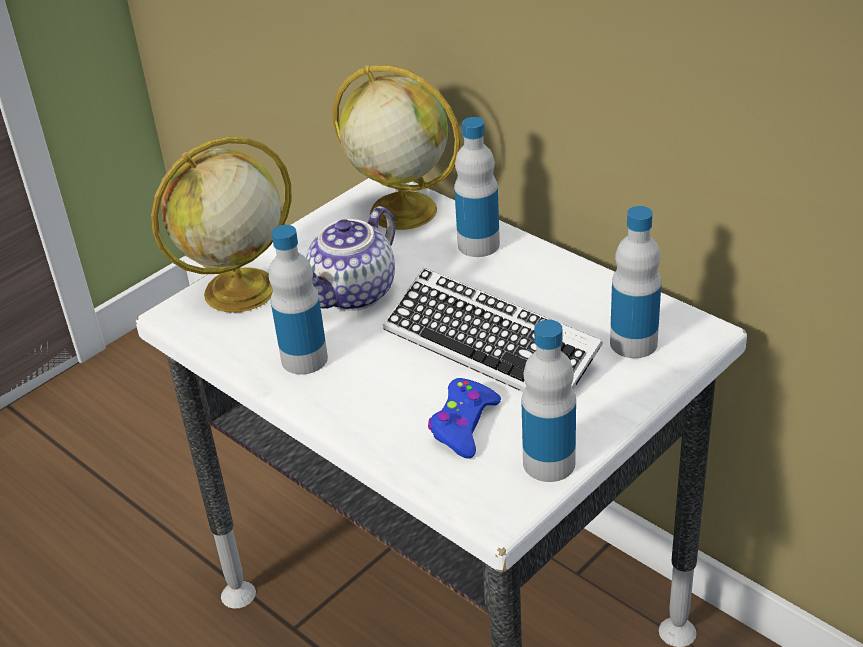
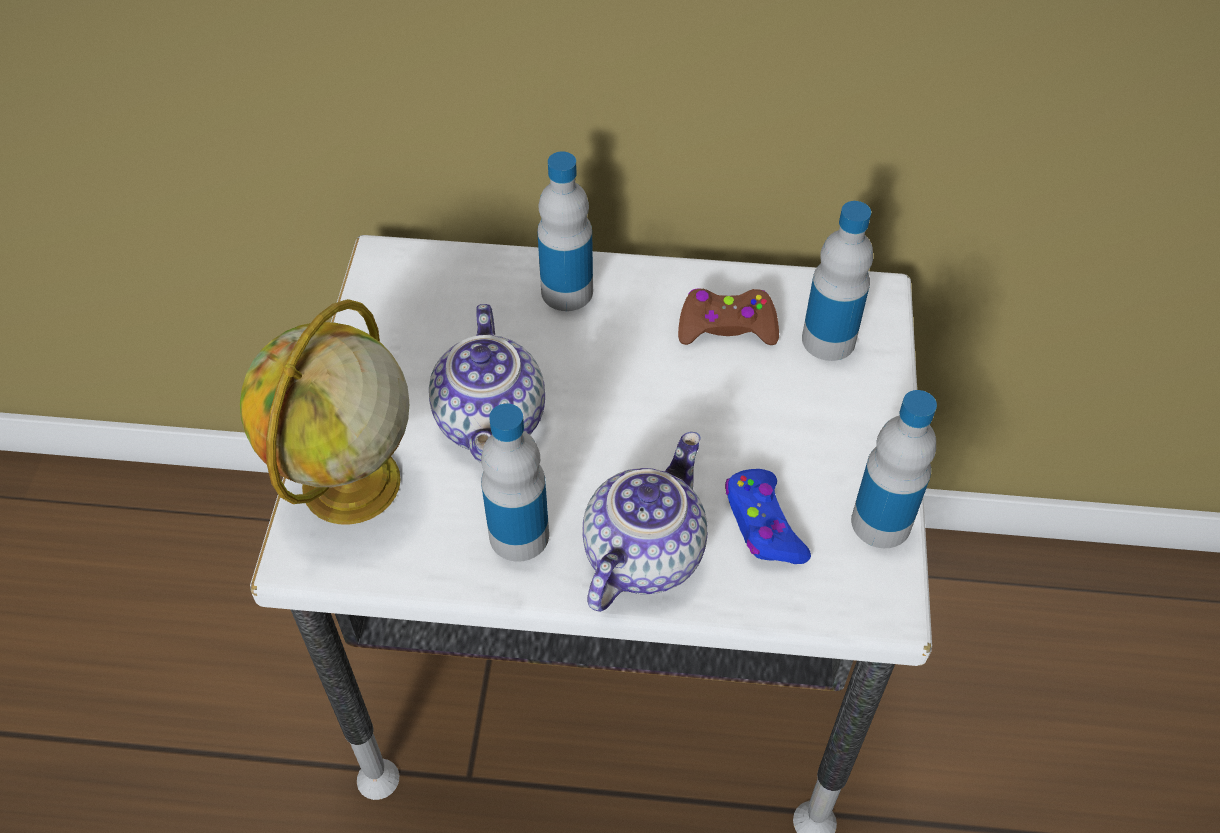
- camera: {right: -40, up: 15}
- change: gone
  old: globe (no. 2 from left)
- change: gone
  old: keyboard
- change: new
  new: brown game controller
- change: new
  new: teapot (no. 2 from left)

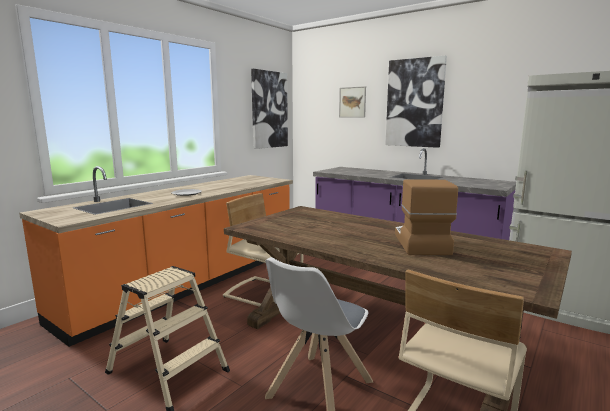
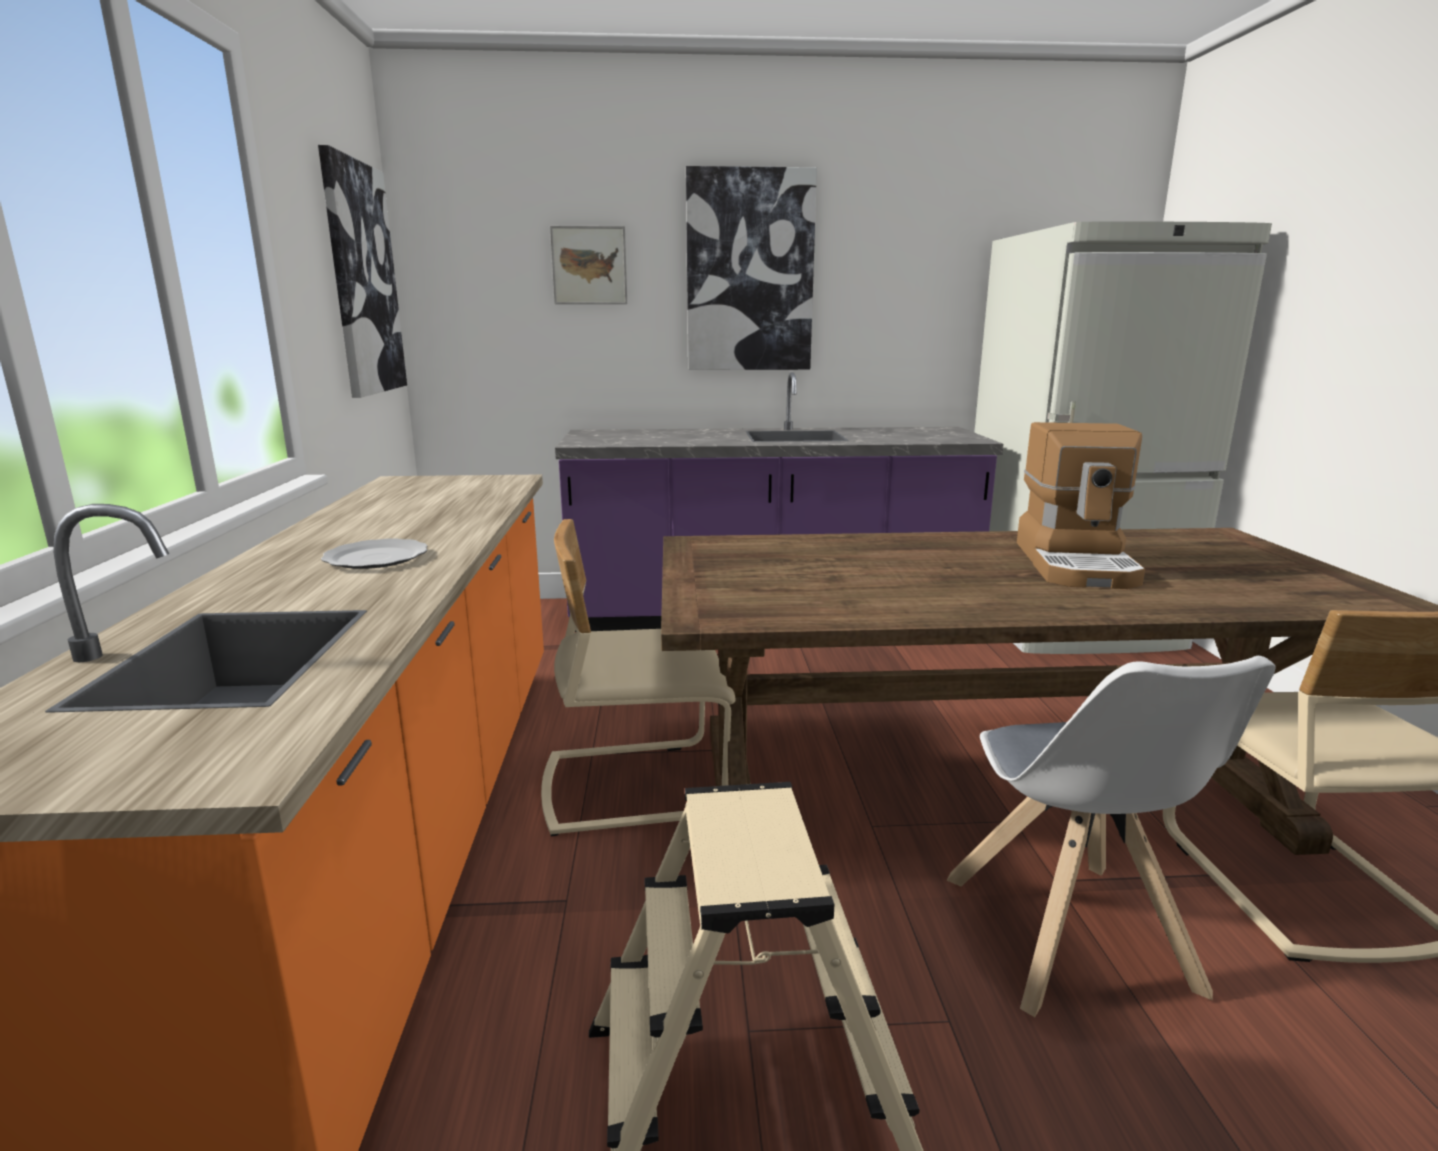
- camera: {right: -40, up: 5}
- change: rotated
  old: coffee machine
  degrees: -135

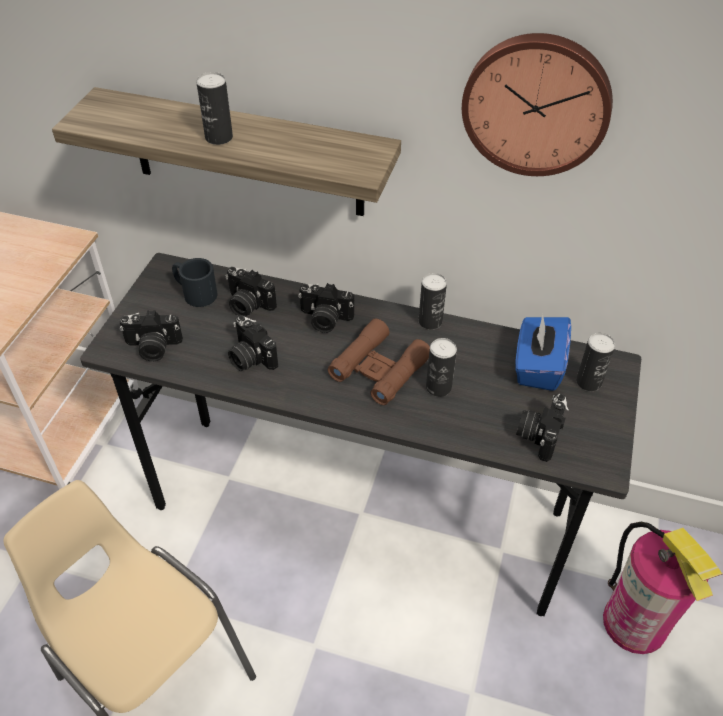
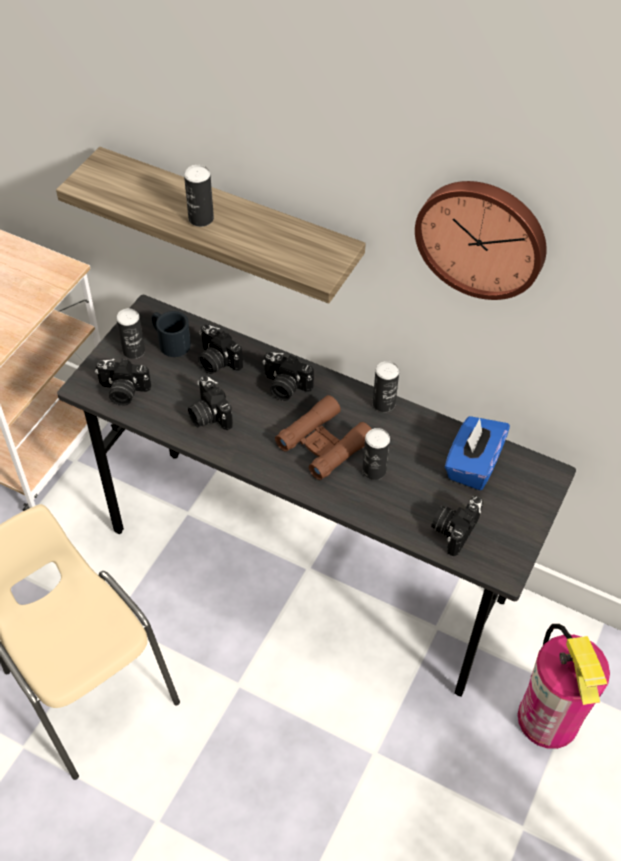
- camera: {right: 10, up: 5}
- change: shifted
  old: can (no. 4 from left in the first image)
  new: can (no. 1 from left)

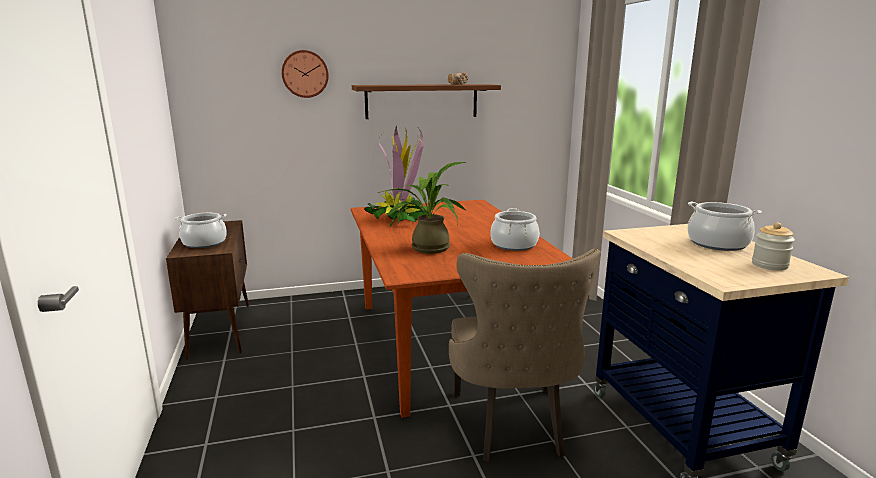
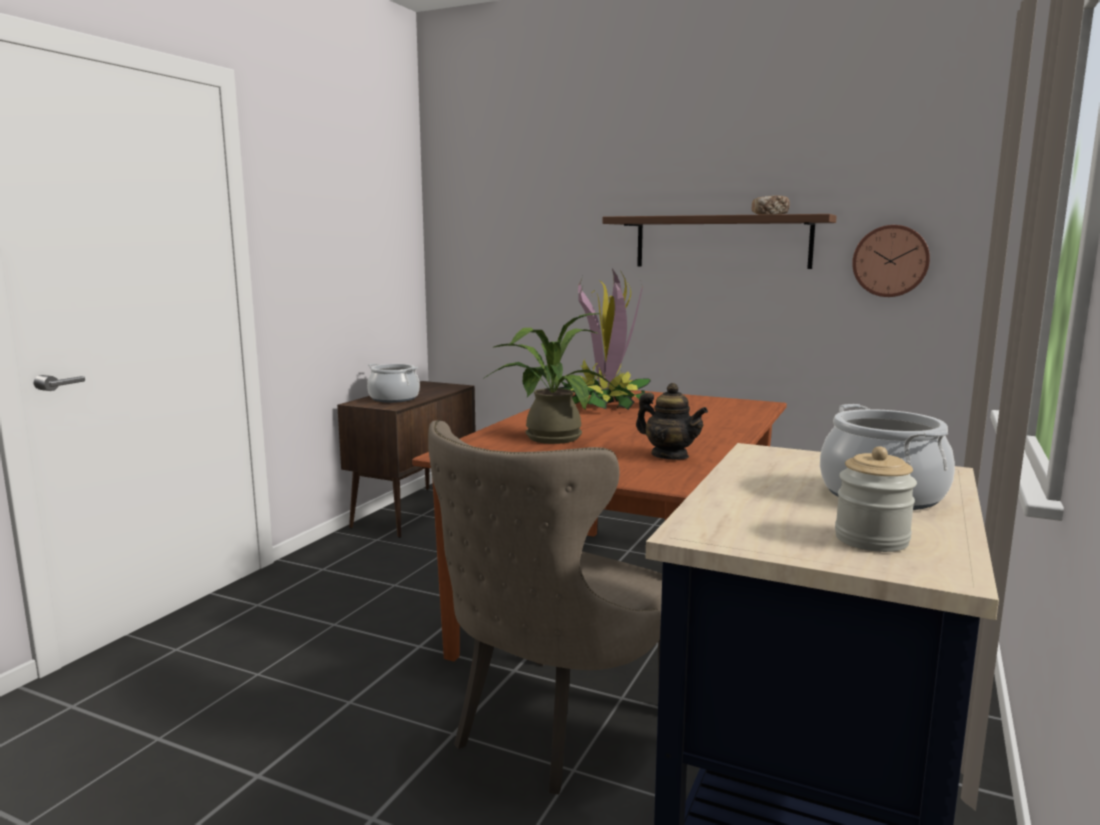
- camera: {right: 40, up: -5}
- change: shifted
  old: wall clock
- change: swapped
  old: cooking pot (no. 2 from left)
  new: teapot

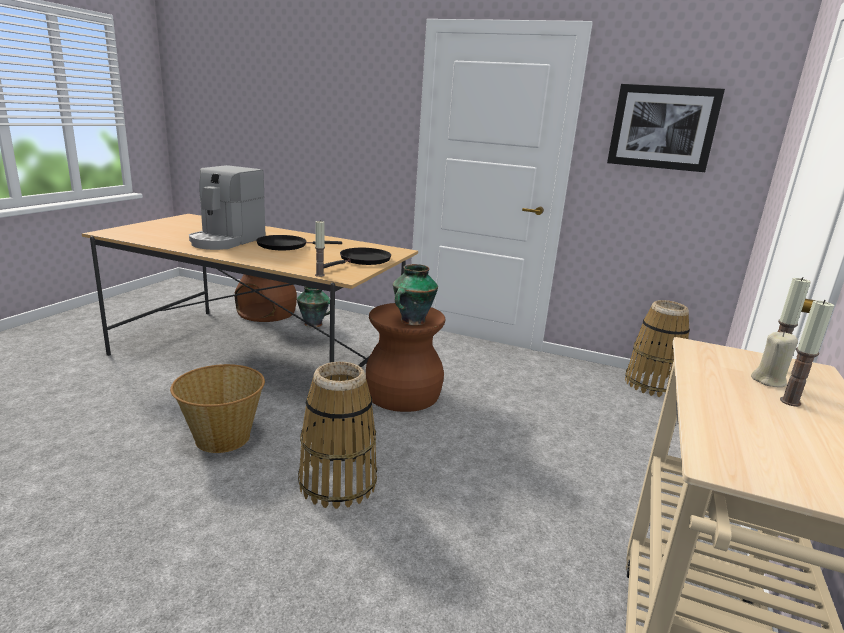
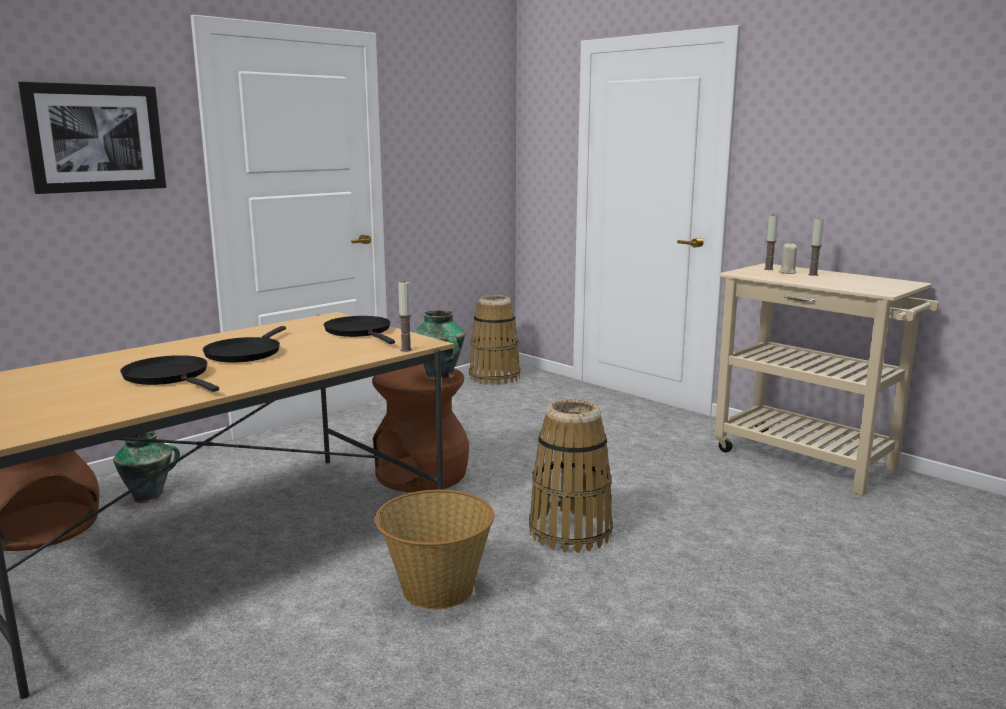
- camera: {right: -65, up: -5}
- change: shifted
  old: picture
- change: swapped
  old: coffee machine
  new: black frying pan (no. 1 from left)

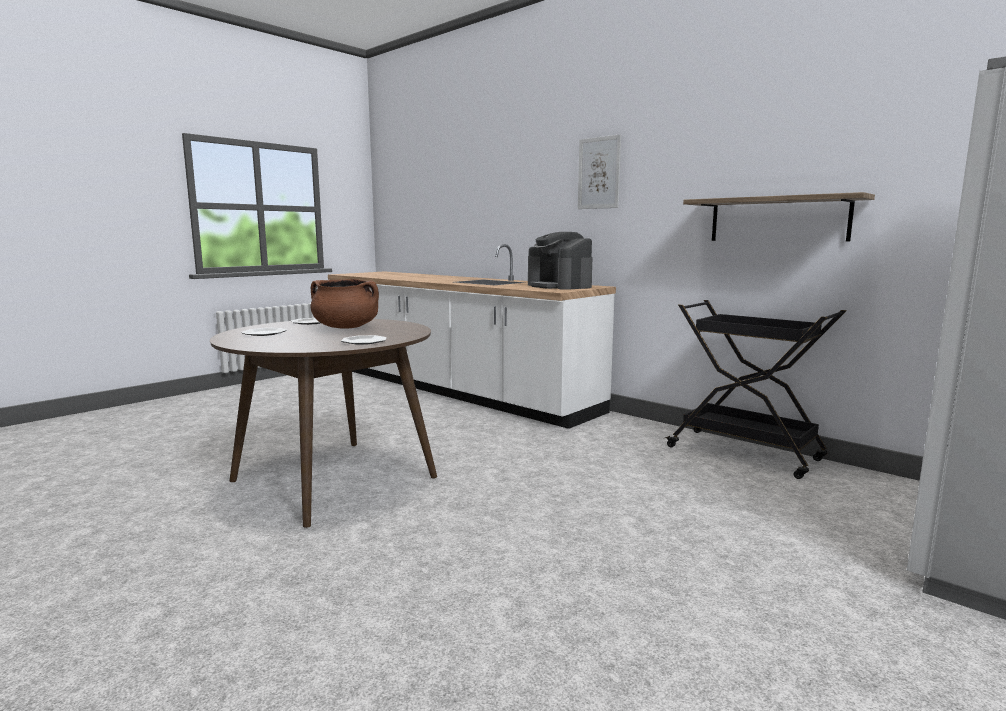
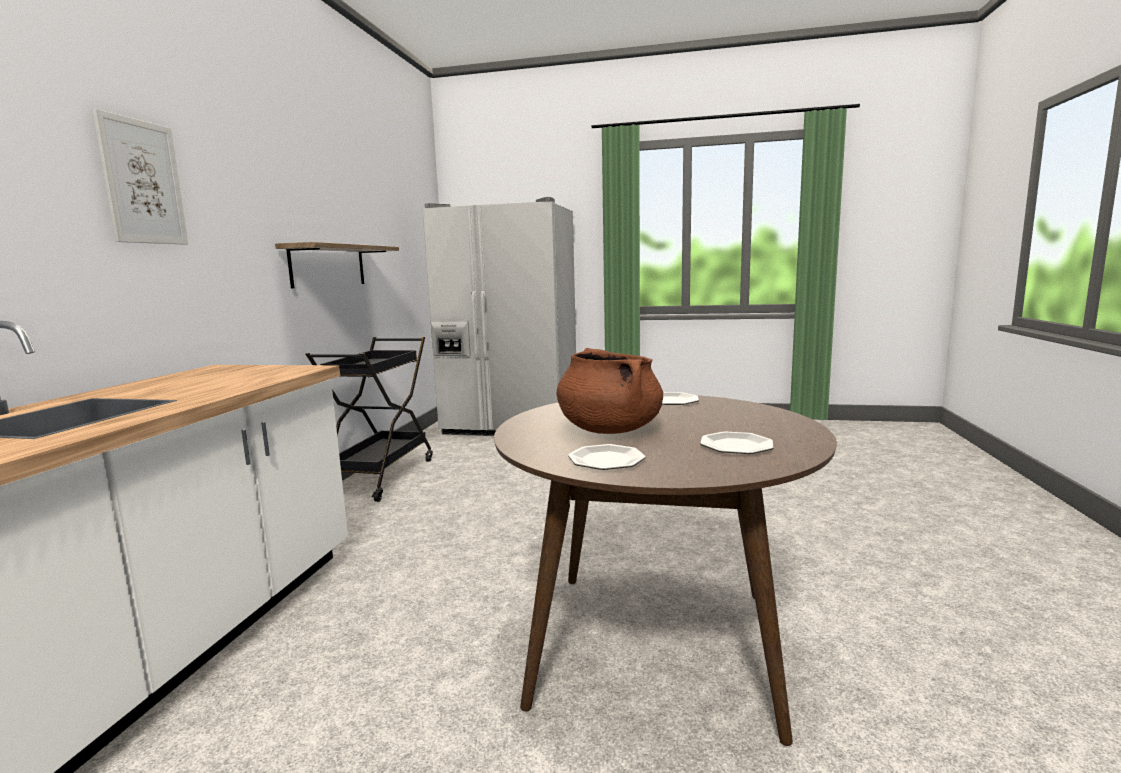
- camera: {right: -120, up: 0}
- change: gone
  old: coffee machine

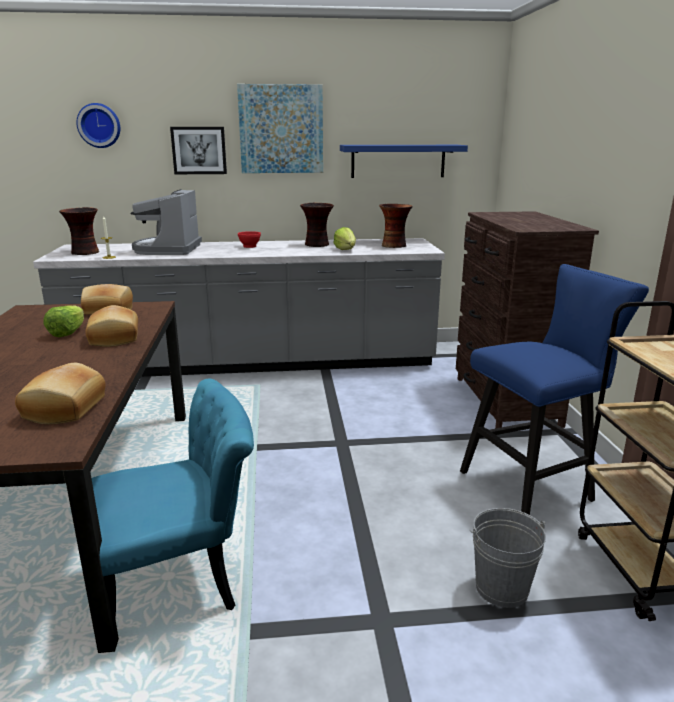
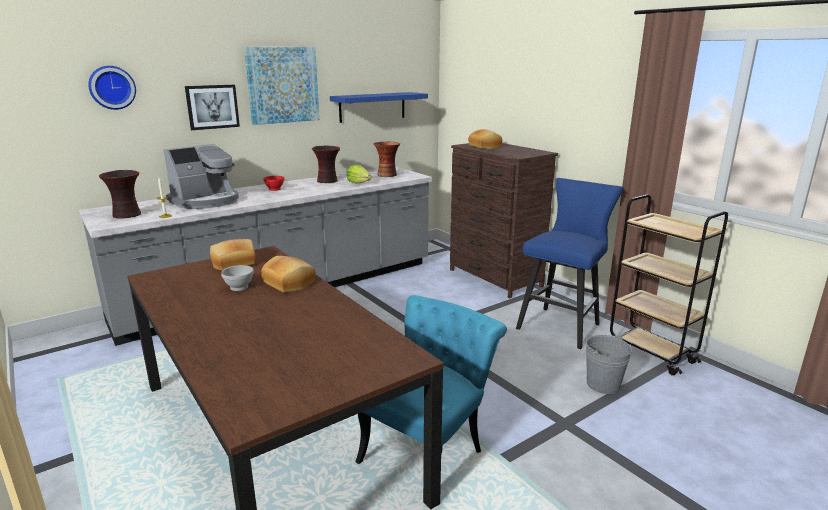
- camera: {right: -30, up: 0}
- change: rotated
  old: coffee machine
  degrees: -105
- change: swapped
  old: lettuce (no. 1 from left)
  new: white bowl
- change: shifted
  old: bread (no. 1 from left in the first image)
  new: bread (no. 3 from left)

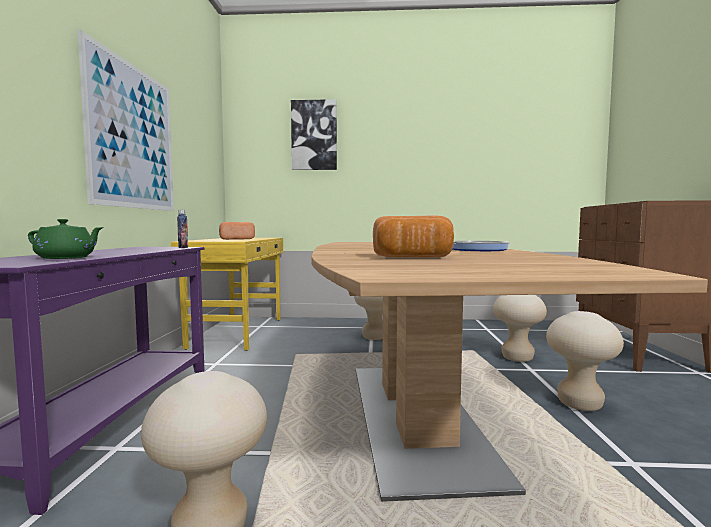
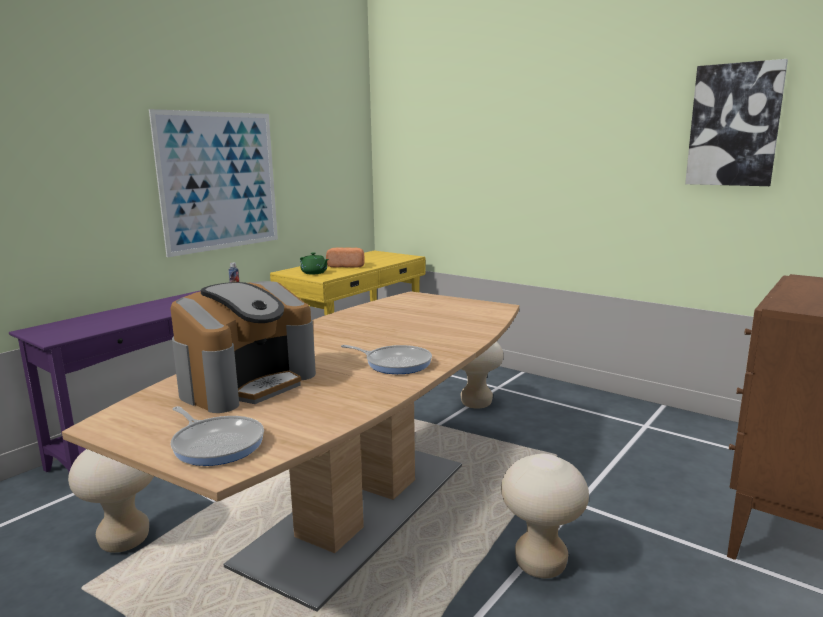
- camera: {right: 35, up: 10}
- change: shifted
  old: picture (no. 2 from left)
- change: swapped
  old: bread (no. 2 from left)
  new: coffee machine
- change: shifted
  old: green teapot
- change: gone
  old: beige stool (no. 3 from left)
- change: new
  new: frying pan (no. 1 from left)

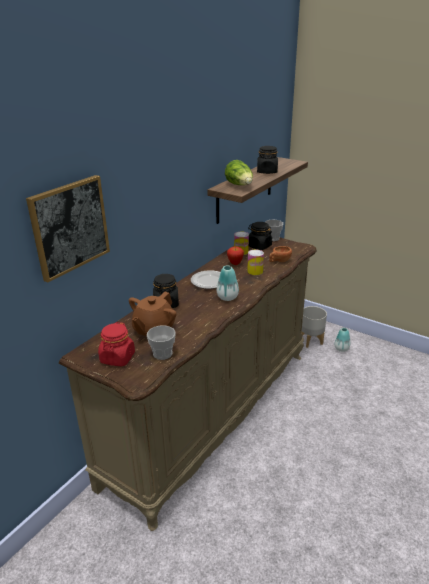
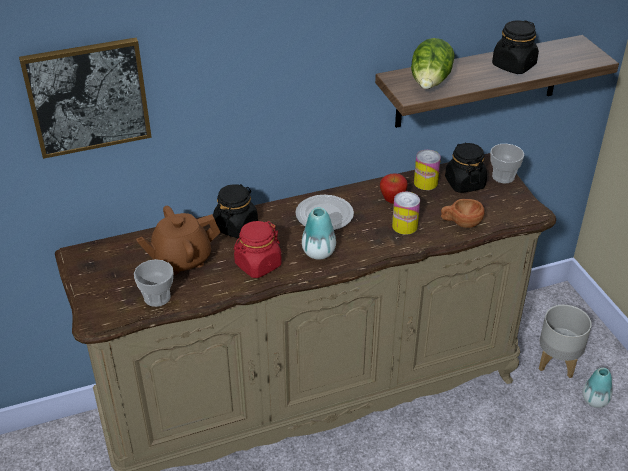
- camera: {right: 35, up: 10}
- change: shifted
  old: red jar

